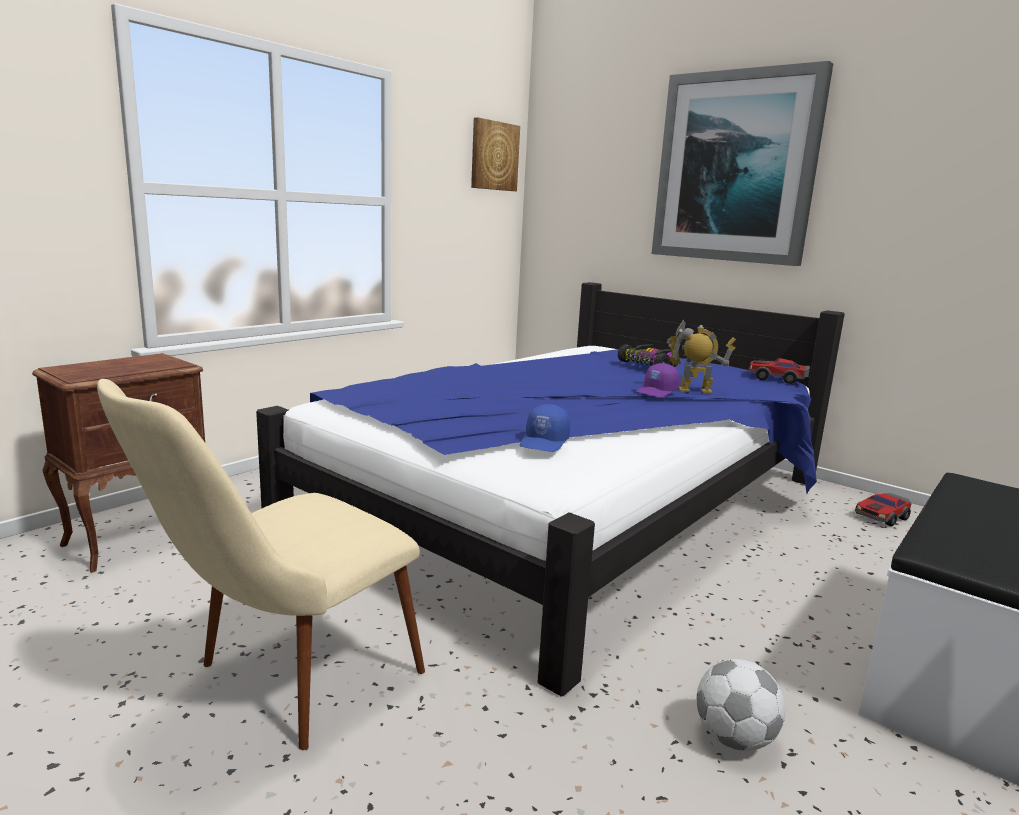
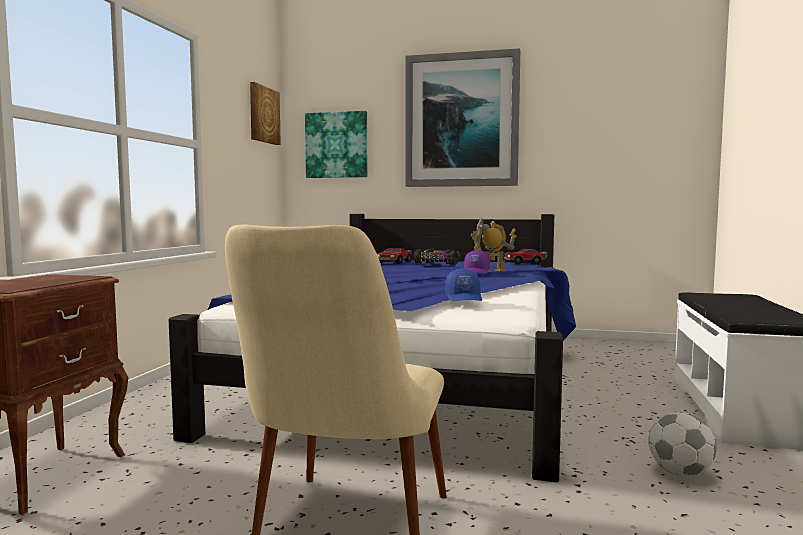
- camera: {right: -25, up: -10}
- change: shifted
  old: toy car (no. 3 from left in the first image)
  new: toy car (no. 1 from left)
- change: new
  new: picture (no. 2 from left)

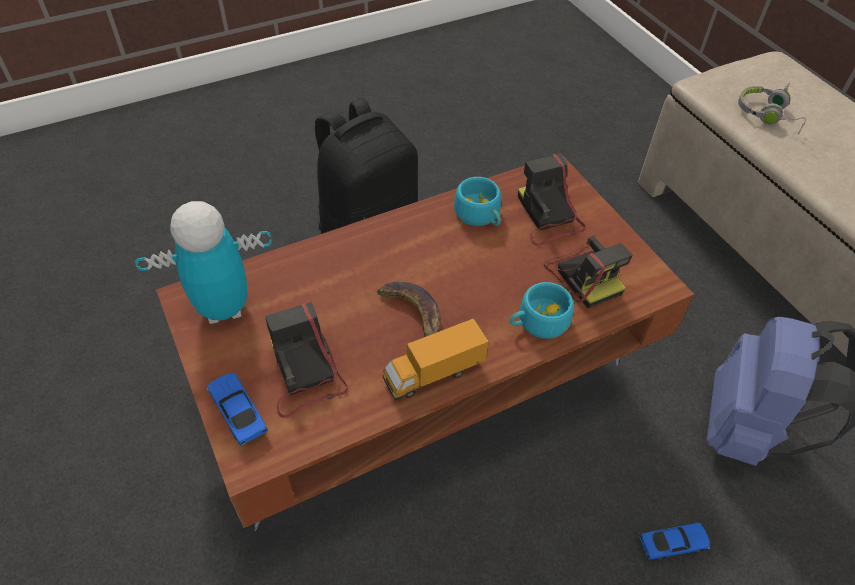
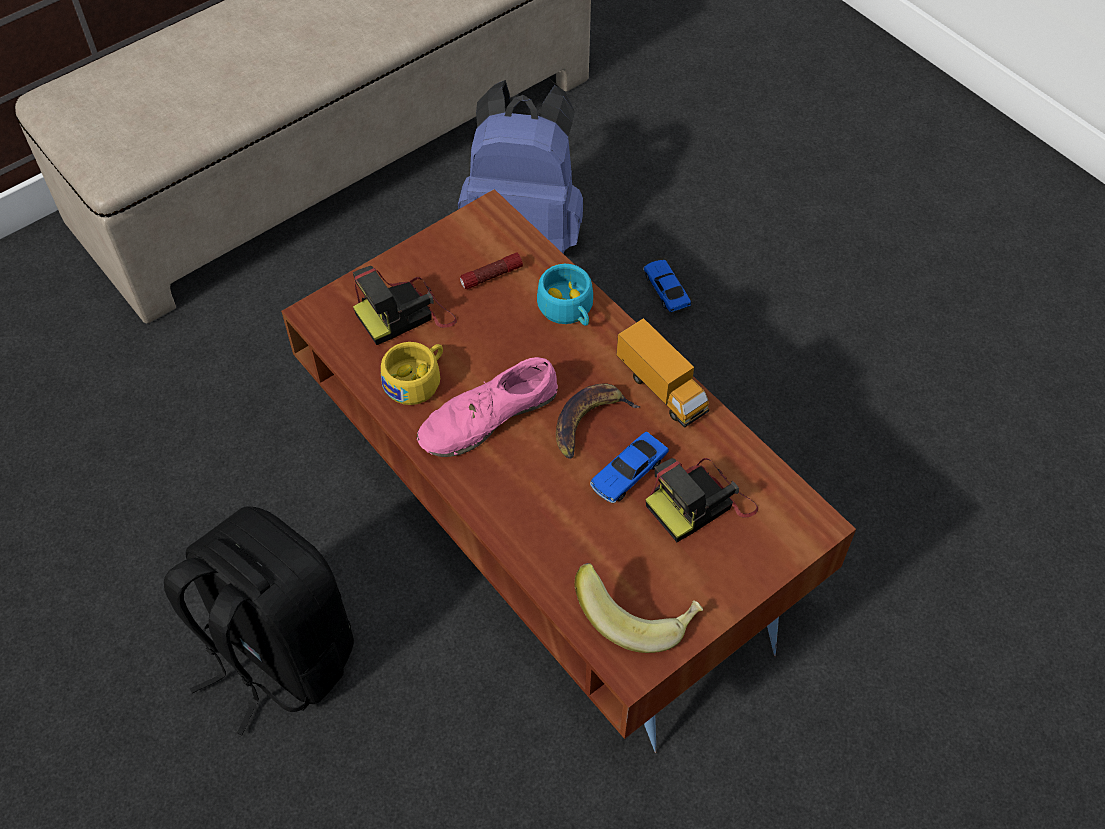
- camera: {right: -100, up: 5}
- change: gone
  old: grey headphones
- change: repainted
  old: turquoise cup (no. 1 from left)
  new: yellow cup
- change: swapped
  old: toy robot
  new: banana (no. 2 from left)
- change: swapped
  old: photo camera (no. 3 from left)
  new: flashlight
- change: shifted
  old: toy car (no. 1 from left)
- change: new
  new: pink shoe

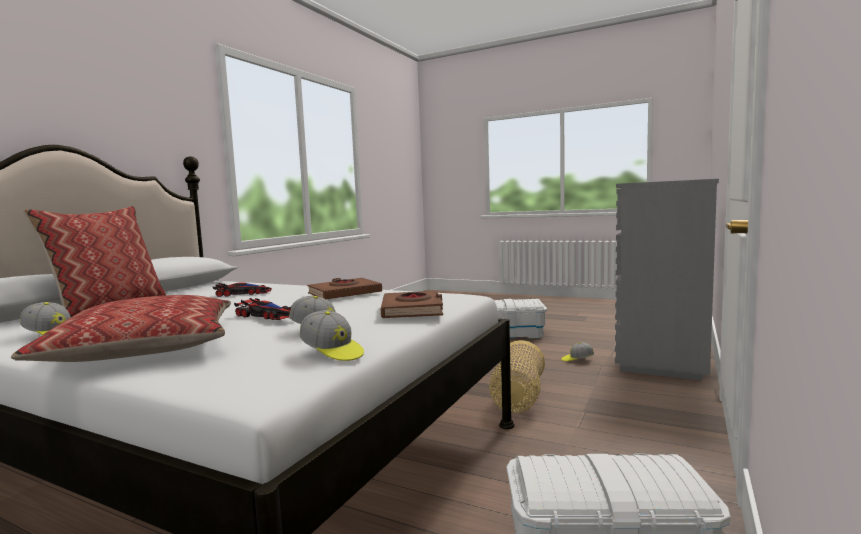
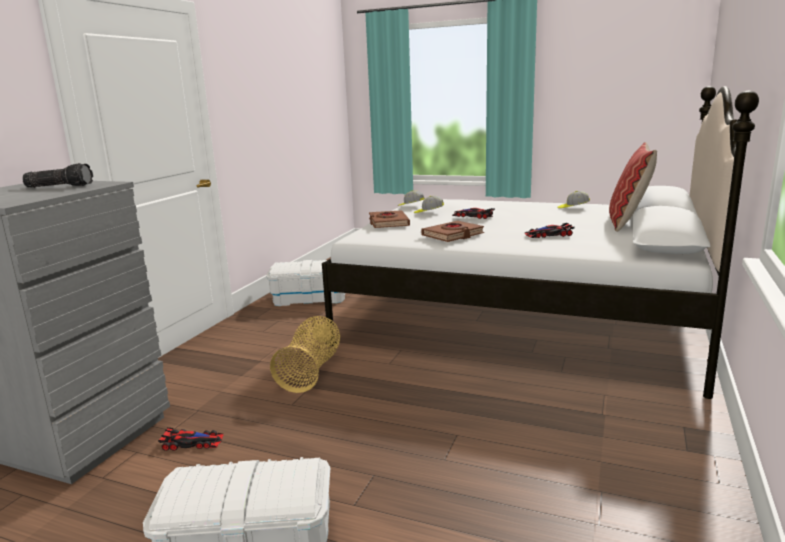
- camera: {right: 175, up: 10}
- change: gone
  old: pillow (no. 2 from left)
- change: swapped
  old: cap (no. 4 from left)
  new: toy car (no. 1 from left)
- change: new
  new: flashlight

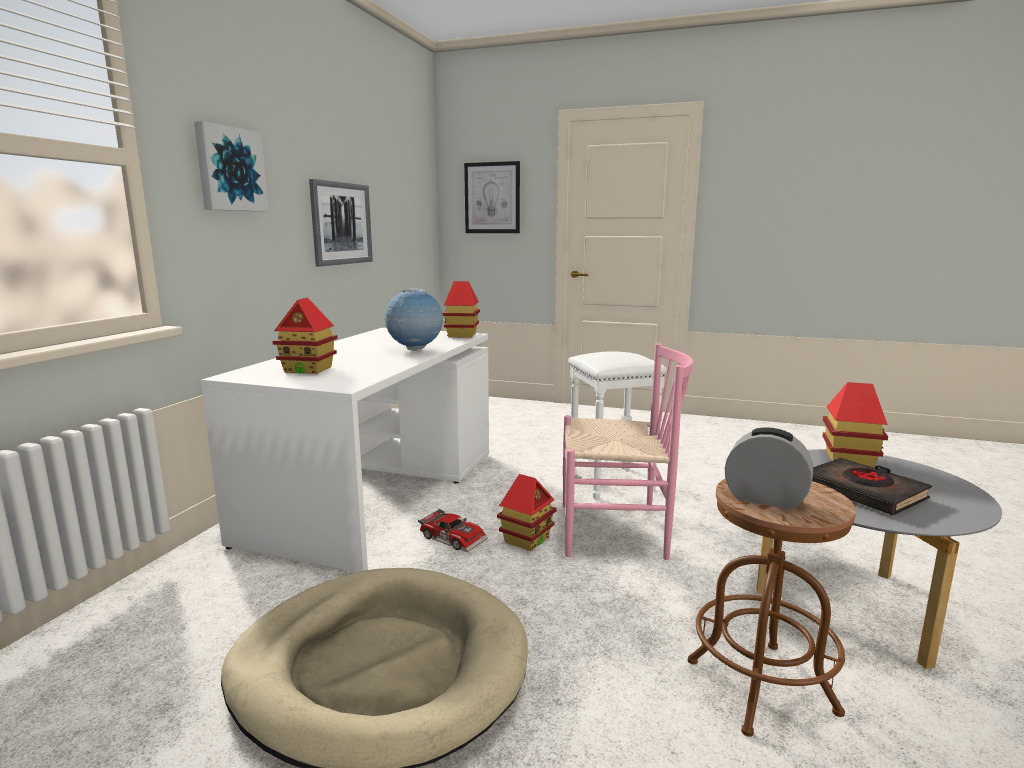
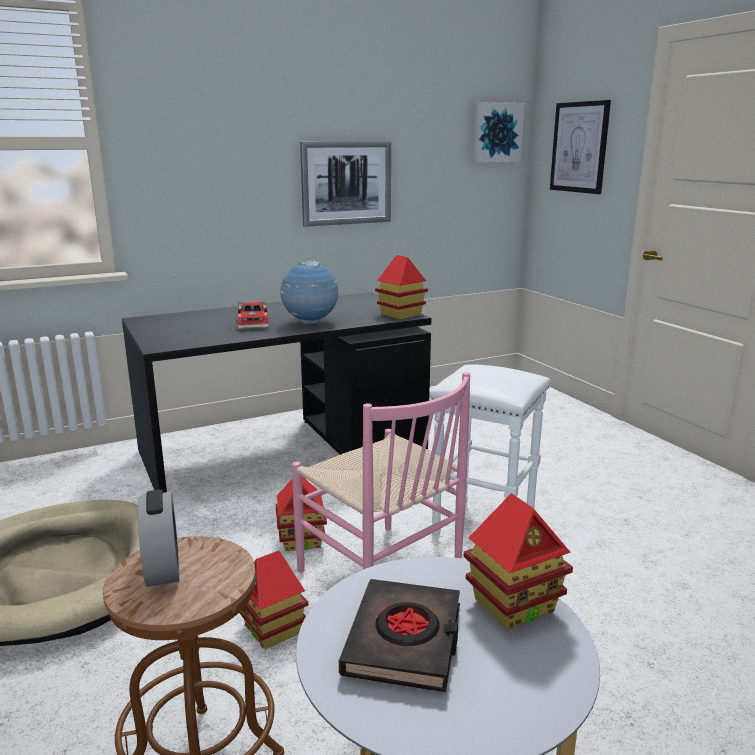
- camera: {right: 45, up: 5}
- change: shifted
  old: picture (no. 1 from left in the first image)
  new: picture (no. 2 from left)
- change: shifted
  old: toy house (no. 1 from left)
- change: repainted
  old: white desk
  new: black desk
- change: shifted
  old: toy car

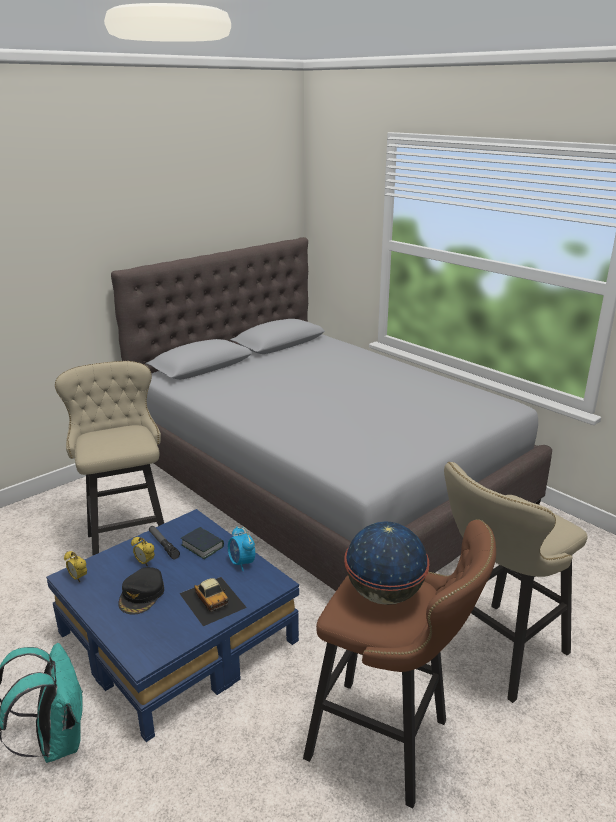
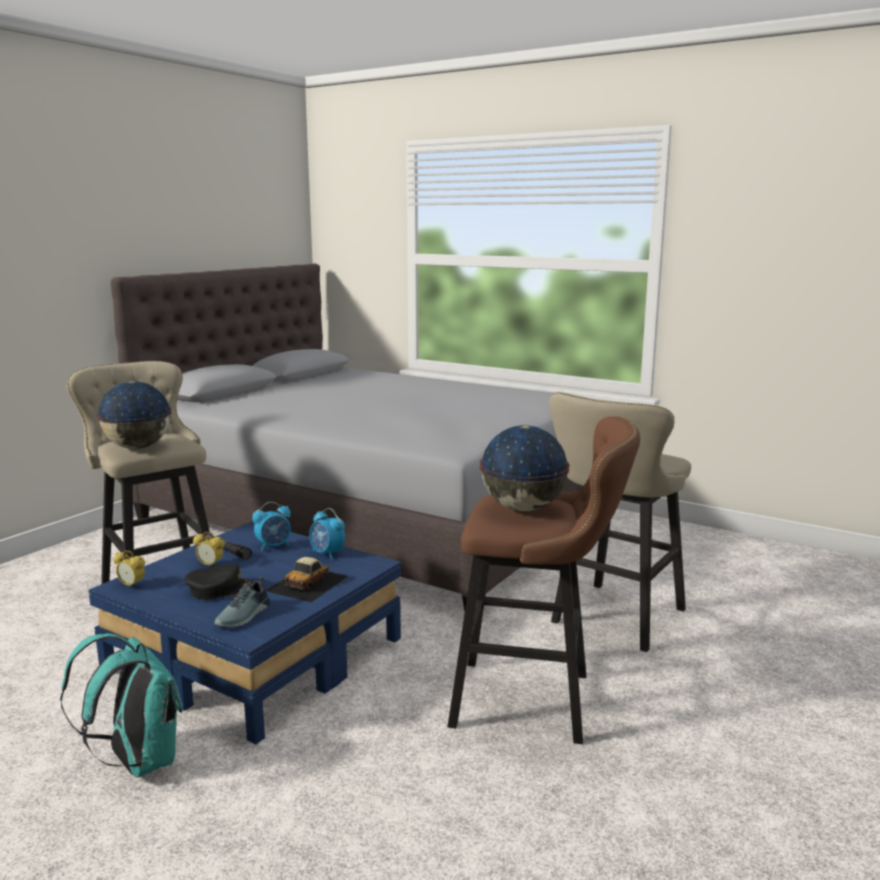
- camera: {right: -15, up: -10}
- change: swapped
  old: book
  new: alarm clock (no. 3 from left)
- change: rotated
  old: black cap
  degrees: -90
- change: rotated
  old: toy car
  degrees: 75
- change: new
  new: globe (no. 1 from left)
- change: new
  new: shoe

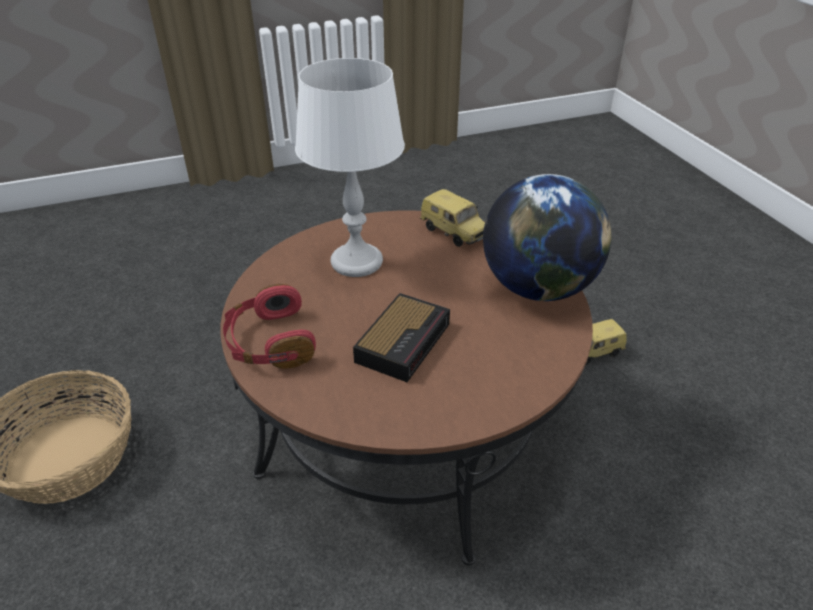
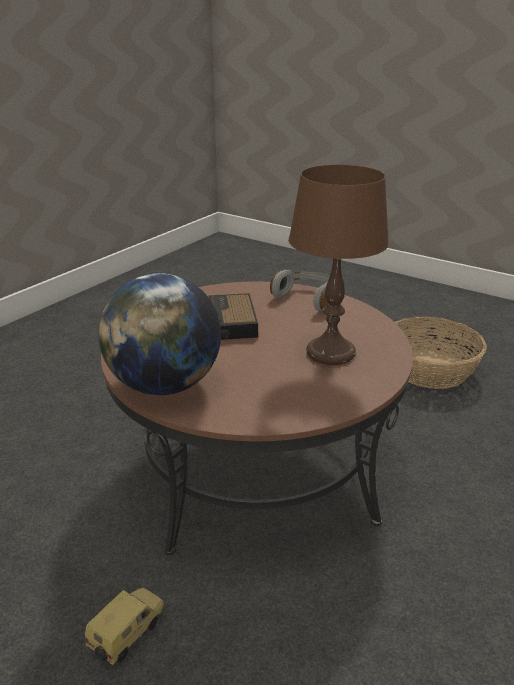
- camera: {right: 145, up: -10}
- change: repainted
  old: white table lamp
  new: brown table lamp
- change: gone
  old: toy car (no. 1 from left)
- change: repainted
  old: red headphones
  new: grey headphones

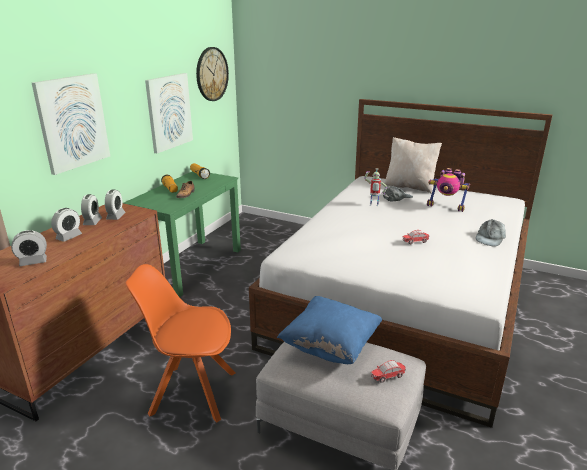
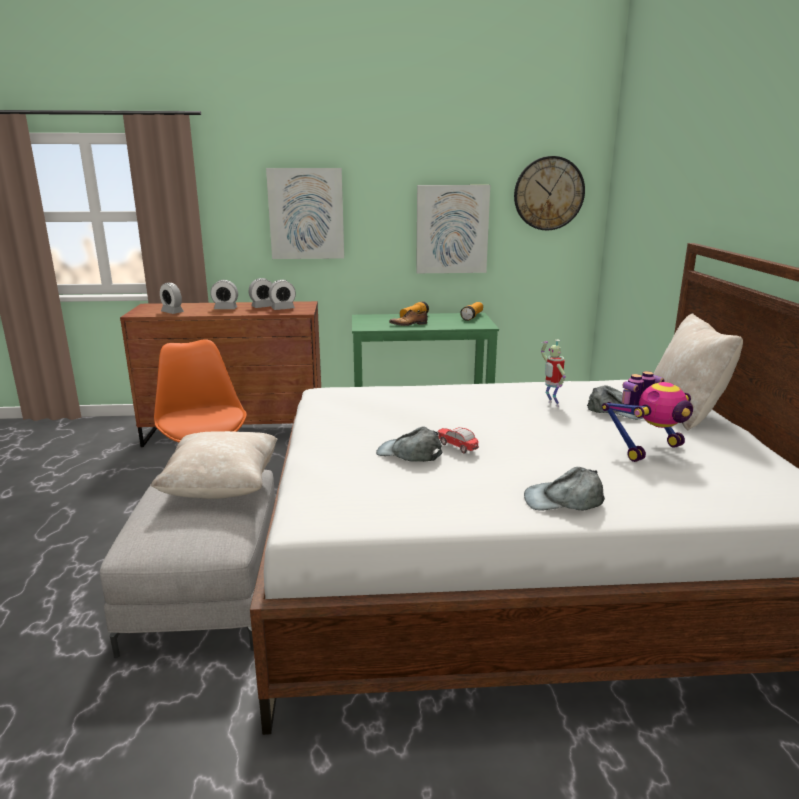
- camera: {right: 60, up: -5}
- change: rotated
  old: toy robot (no. 2 from left)
  degrees: -120
- change: repainted
  old: blue pillow
  new: beige pillow (no. 1 from left)
- change: gone
  old: toy car (no. 1 from left)
- change: new
  new: grey cap (no. 1 from left)

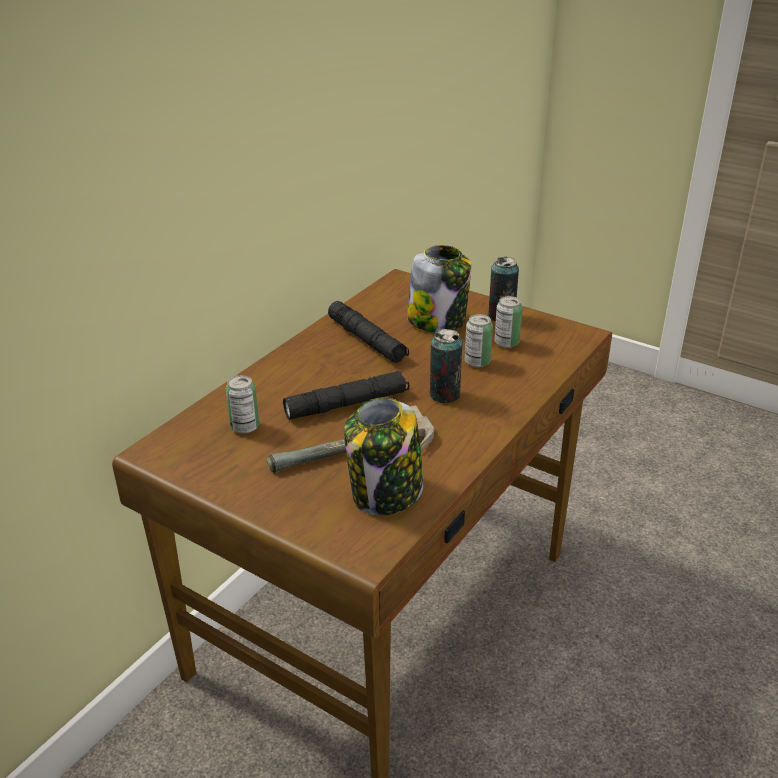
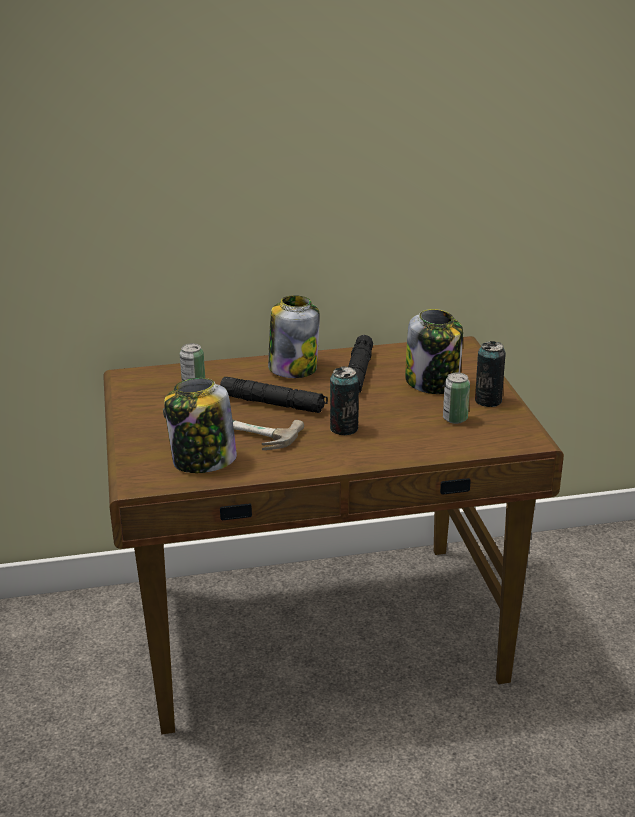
- camera: {right: 45, up: -5}
- change: gone
  old: can (no. 3 from left)
- change: new
  new: jar (no. 2 from left)

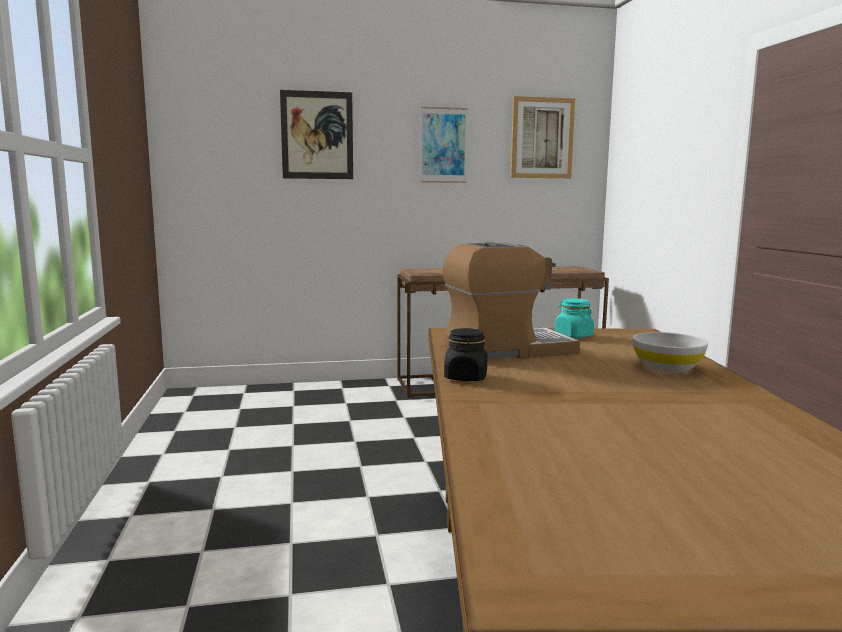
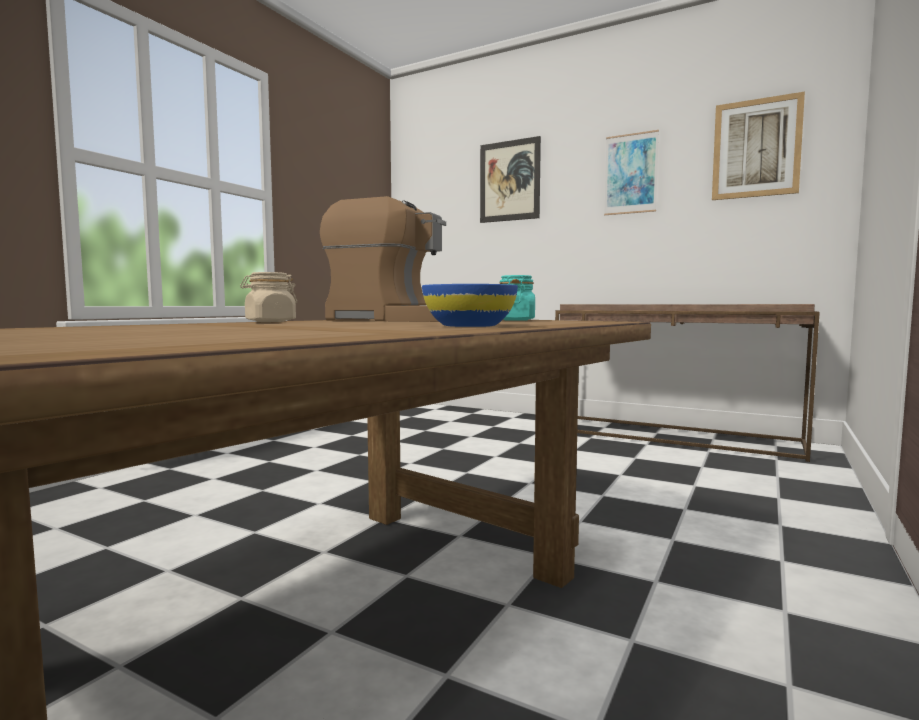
- camera: {right: 40, up: -5}
- change: repainted
  old: black jar
  new: beige jar
- change: repainted
  old: white bowl
  new: blue bowl

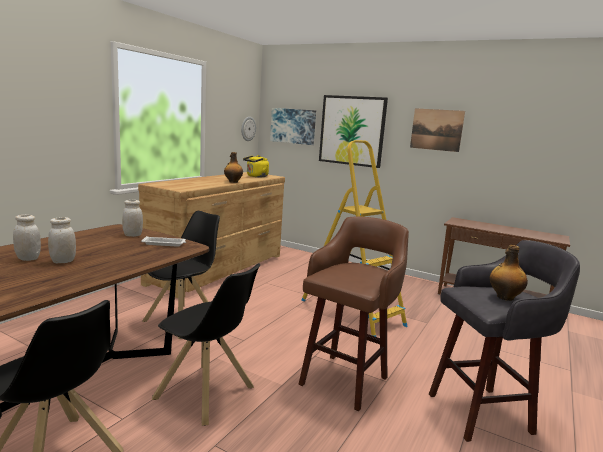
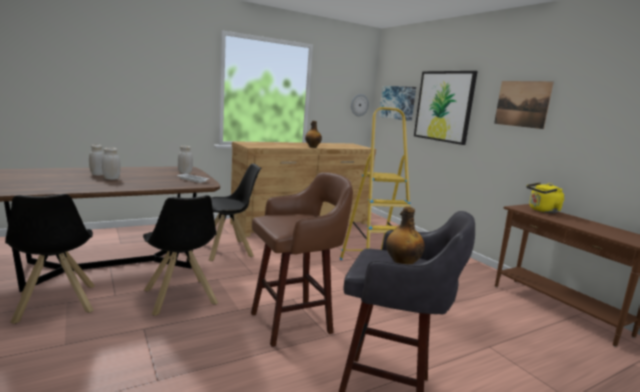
- camera: {right: 30, up: 0}
- change: shifted
  old: yellow kettle

